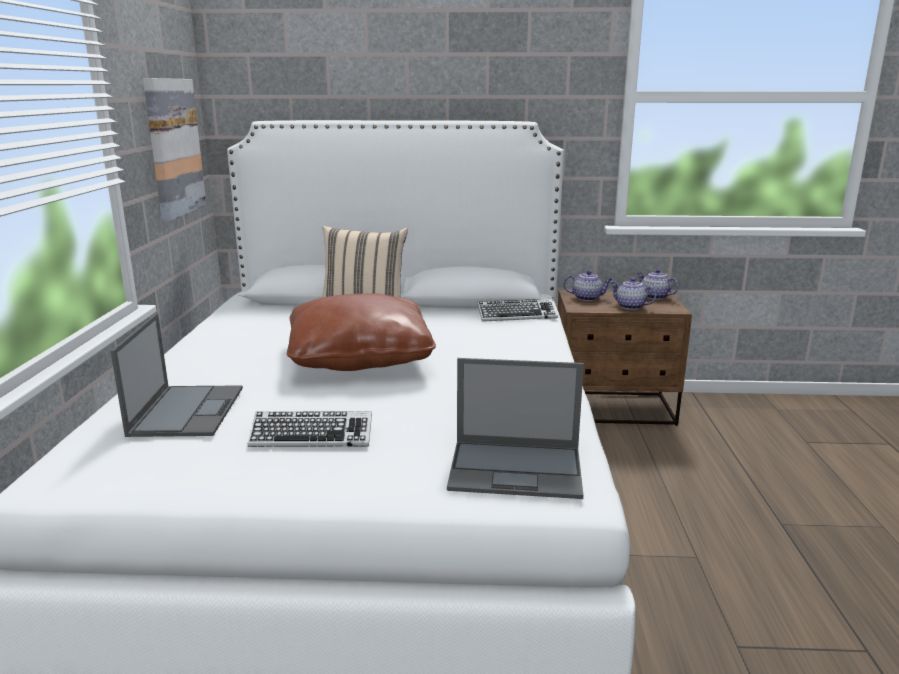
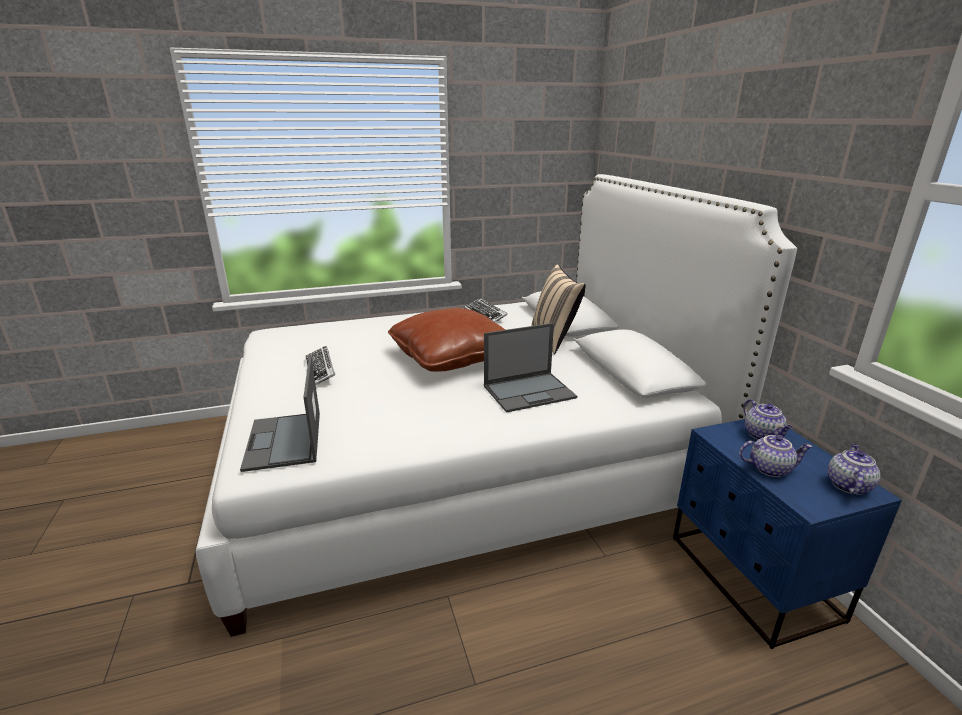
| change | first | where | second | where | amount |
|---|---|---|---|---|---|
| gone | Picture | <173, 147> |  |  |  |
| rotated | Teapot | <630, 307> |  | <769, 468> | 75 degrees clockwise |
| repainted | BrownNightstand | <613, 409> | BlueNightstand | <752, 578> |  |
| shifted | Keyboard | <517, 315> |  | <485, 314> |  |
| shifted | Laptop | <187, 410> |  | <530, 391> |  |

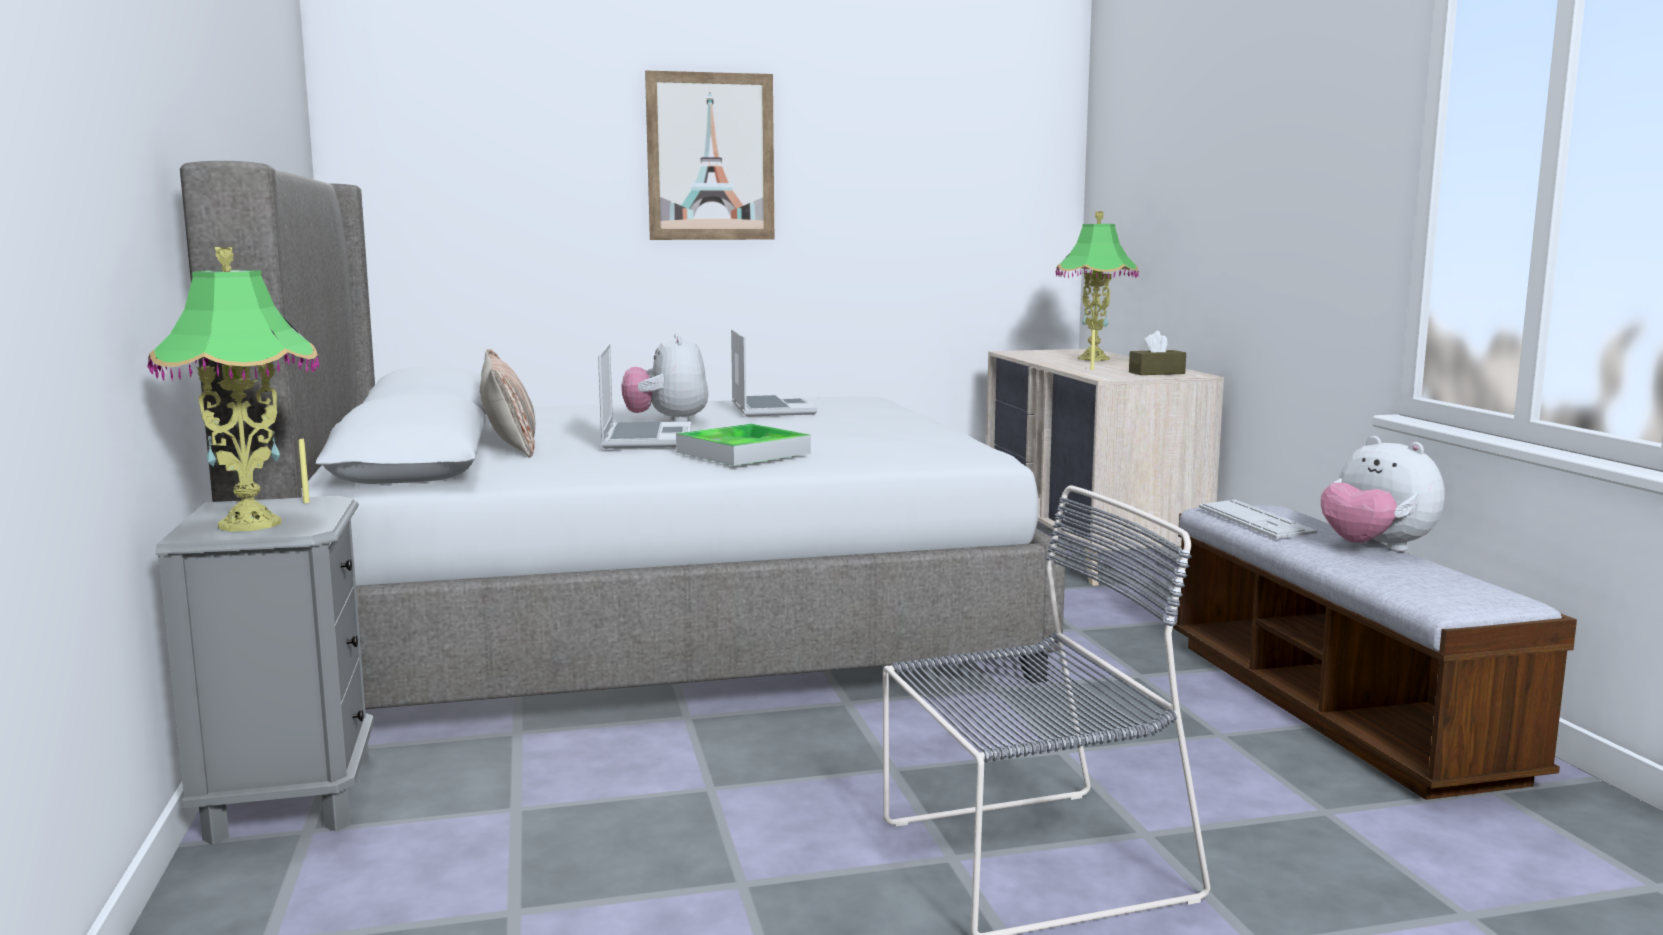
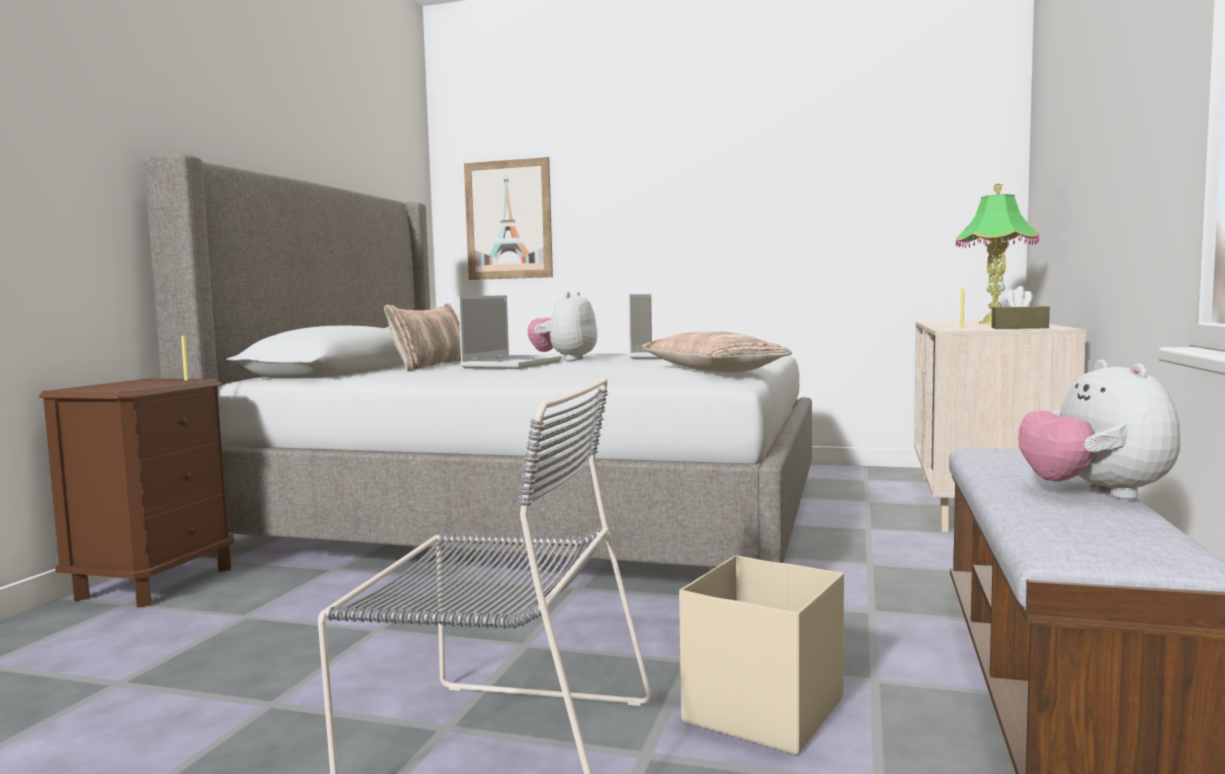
| change | first | where | second | where | amount |
|---|---|---|---|---|---|
| shifted | Picture | <710, 157> |  | <508, 220> |  |
| gone | TableLamp | <250, 524> |  |  |  |
| gone | Tray | <743, 452> |  |  |  |
| repainted | GreyNightstand | <288, 798> | BrownNightstand | <155, 583> |  |
| gone | Keyboard | <1255, 521> |  |  |  |
| new |  |  | Pillow | <710, 370> |  |
| new |  |  | BeigeStorageBox | <761, 711> |  |

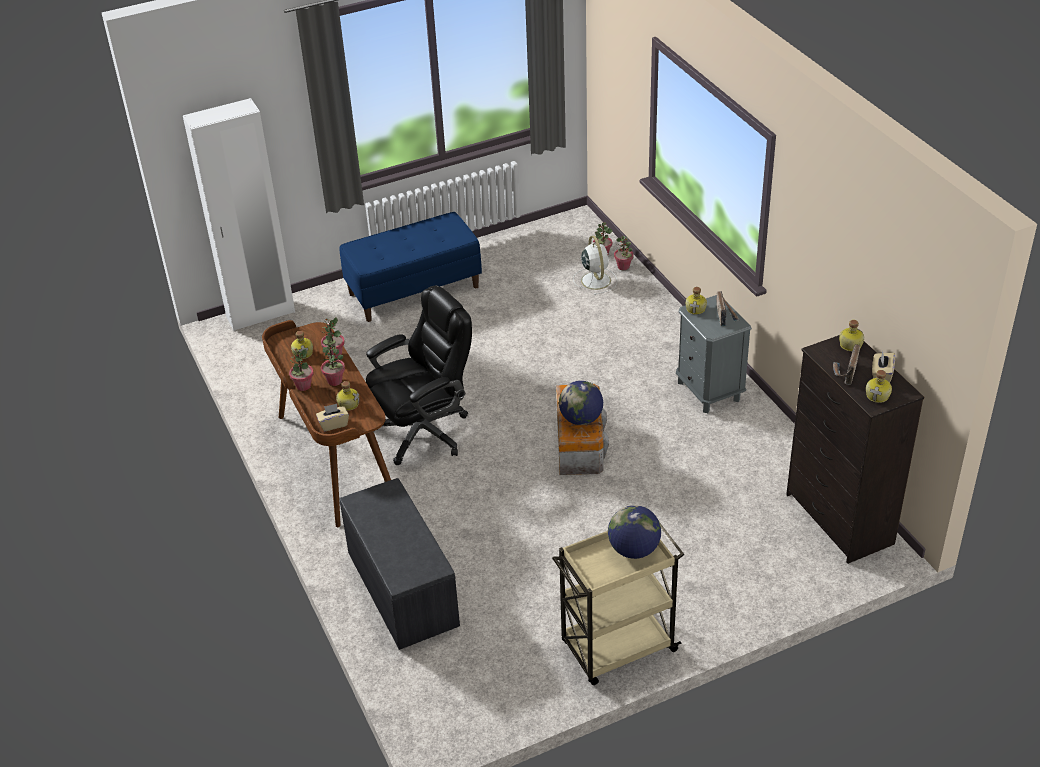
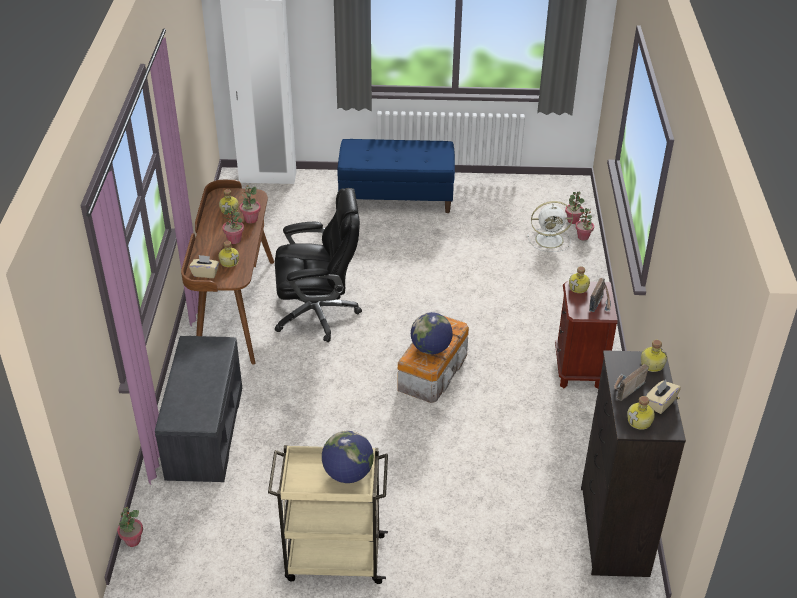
| change | first | where | second | where | amount |
|---|---|---|---|---|---|
| rotated | WhiteFan | <595, 280> |  | <550, 240> | 75 degrees clockwise |
| repainted | GreyNightstand | <709, 391> | BrownNightstand | <579, 369> |  |
| shifted | PottedPlant | <303, 386> |  | <132, 540> |  |

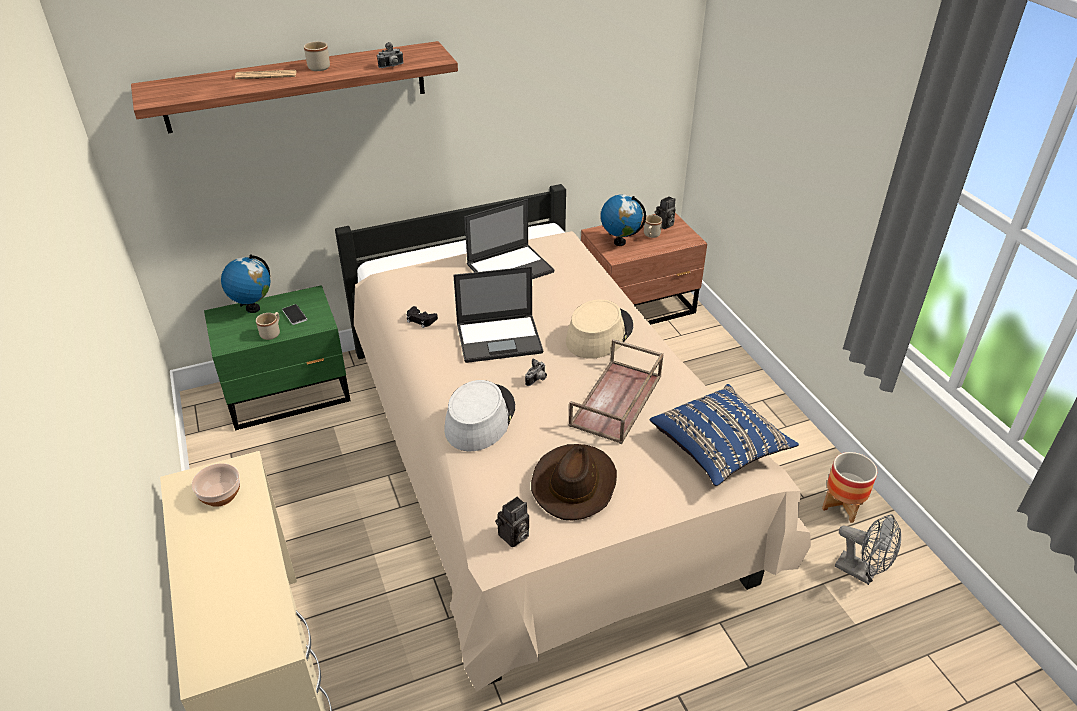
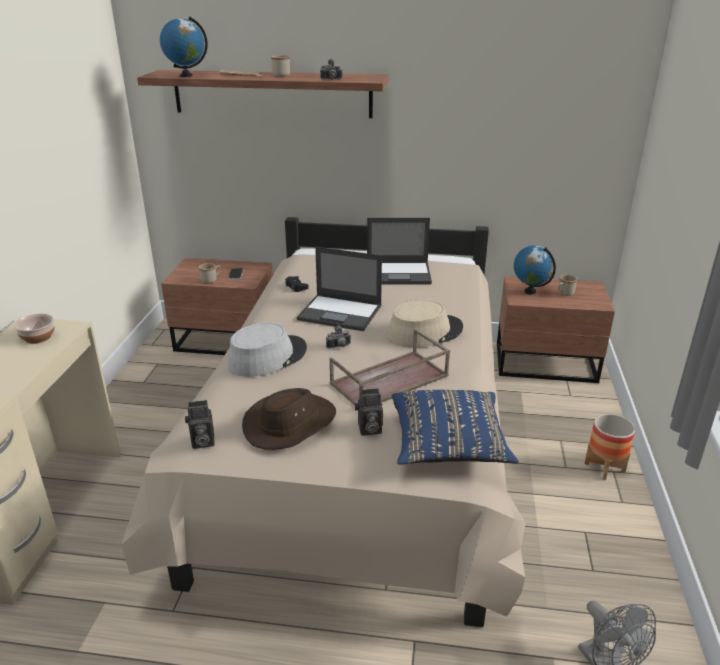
| change | first | where | second | where | amount |
|---|---|---|---|---|---|
| shifted | PhotoCamera | <664, 225> |  | <368, 429> |  |
| shifted | Globe | <253, 308> |  | <186, 76> |  |
| repainted | GreenNightstand | <290, 394> | BrownNightstand | <227, 341> |  |
| shifted | Planter | <842, 506> |  | <604, 467> |  |

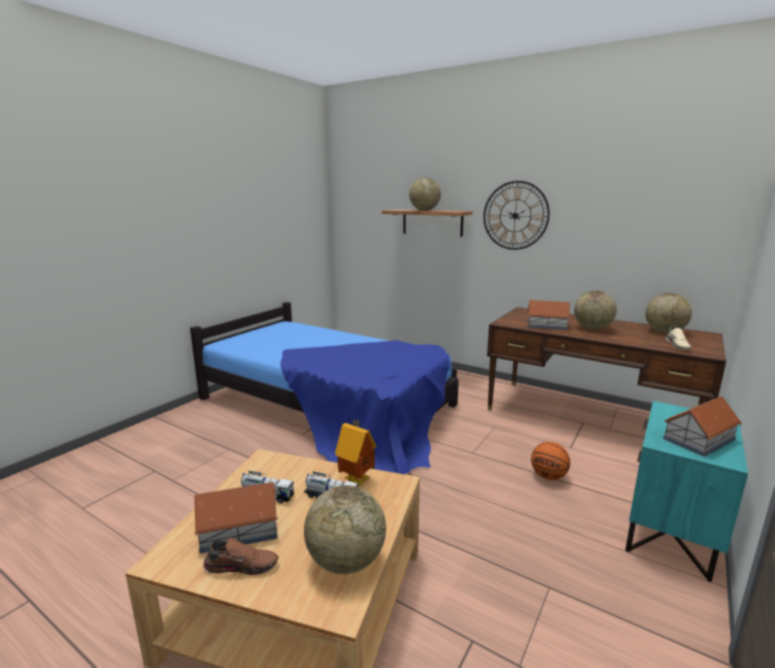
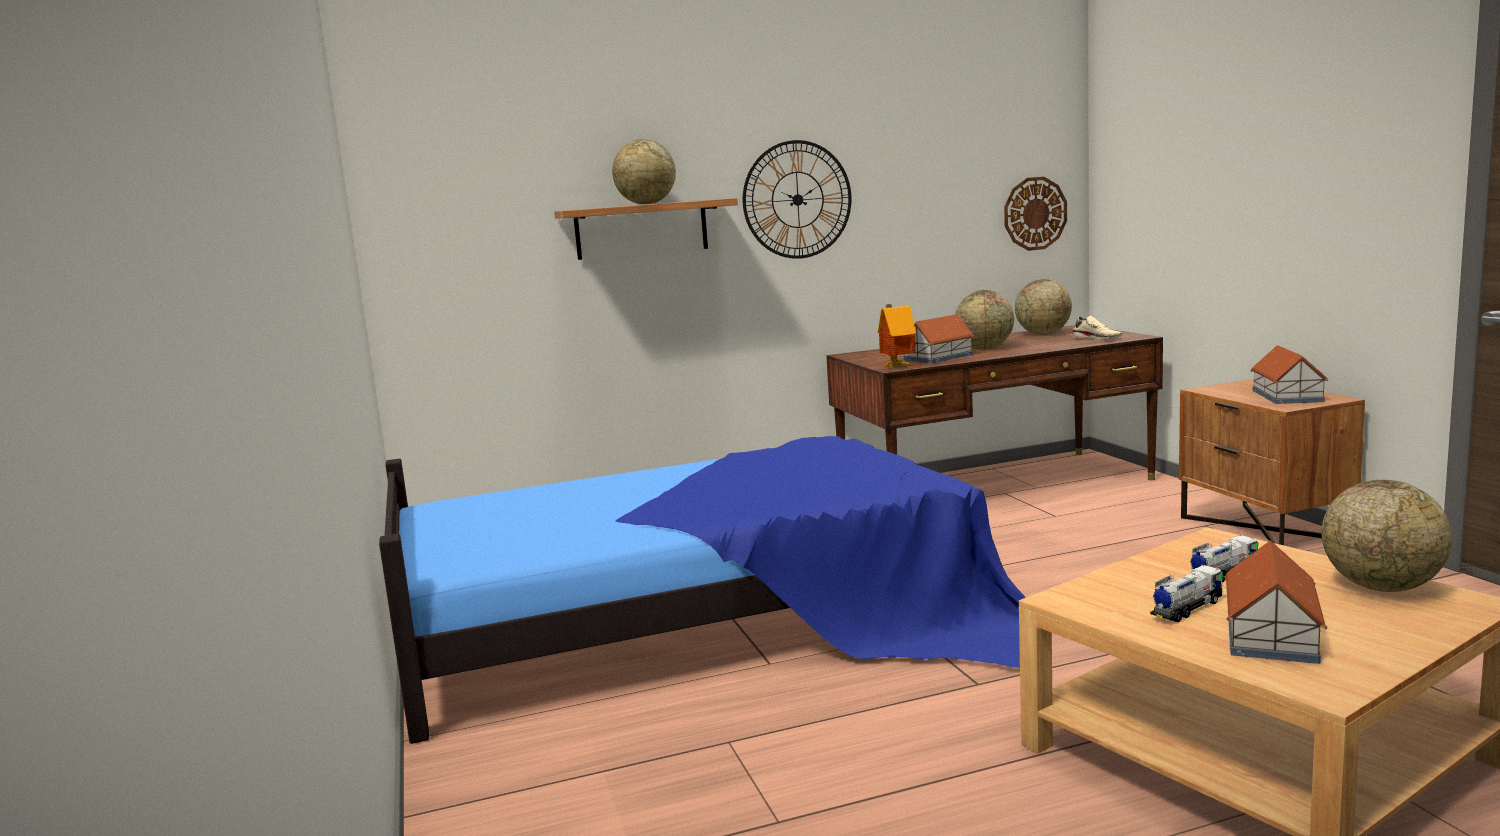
| change | first | where | second | where | amount |
|---|---|---|---|---|---|
| repainted | TurquoiseNightstand | <671, 531> | BrownNightstand | <1263, 529> |  |
| shifted | ToyHouse | <357, 479> |  | <896, 366> |  |
| gone | Basketball | <548, 476> |  |  |  |
| gone | BrownShoe | <242, 565> |  |  |  |
| new |  |  | WallClock | <1035, 213> |  |

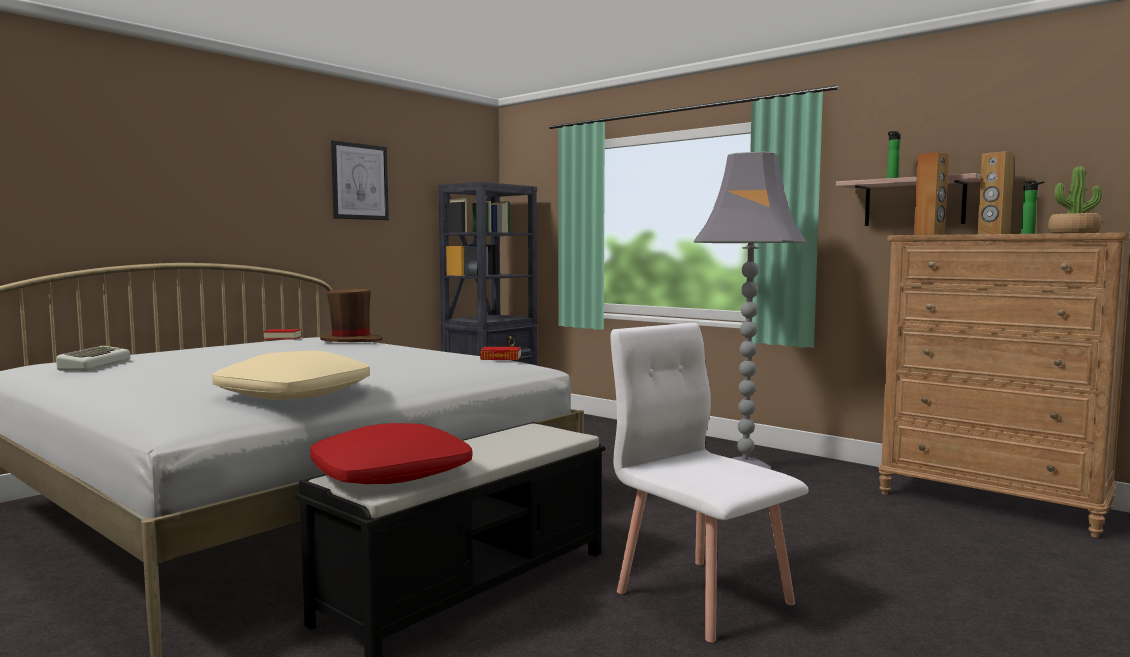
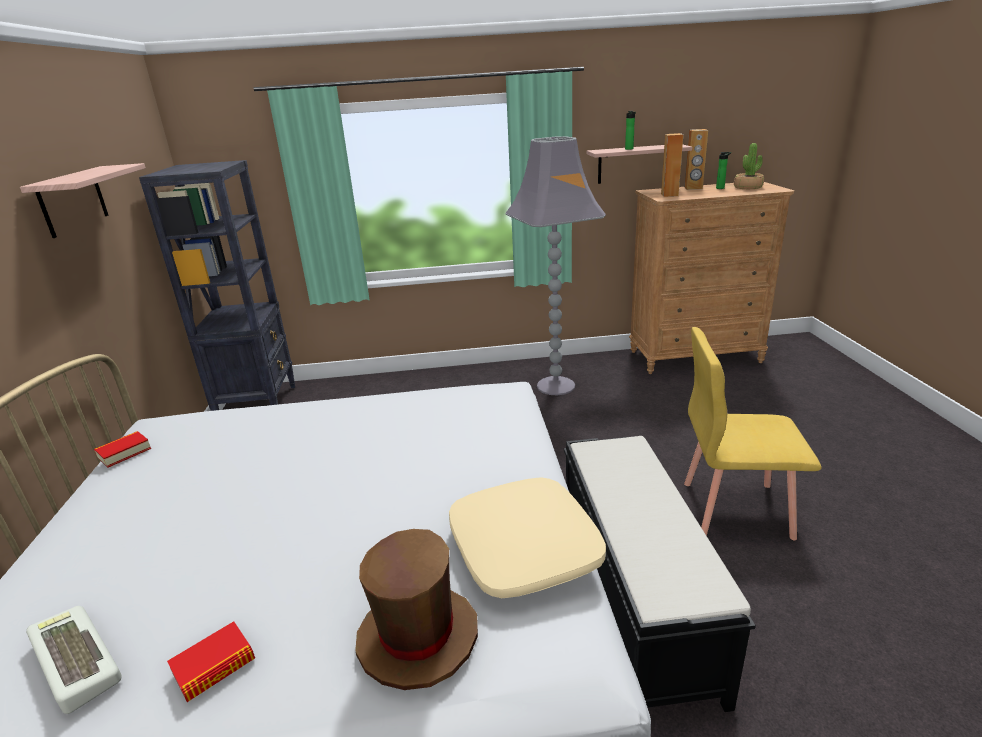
| change | first | where | second | where | amount |
|---|---|---|---|---|---|
| swapped | Picture | <359, 181> | Shelf | <73, 201> |  |
| shifted | BrownHat | <351, 340> |  | <418, 637> |  |
| repainted | WhiteChair | <703, 596> | YellowChair | <734, 509> |  |
| shifted | Book | <501, 358> |  | <214, 666> |  |
| gone | RedPillow | <391, 474> |  |  |  |

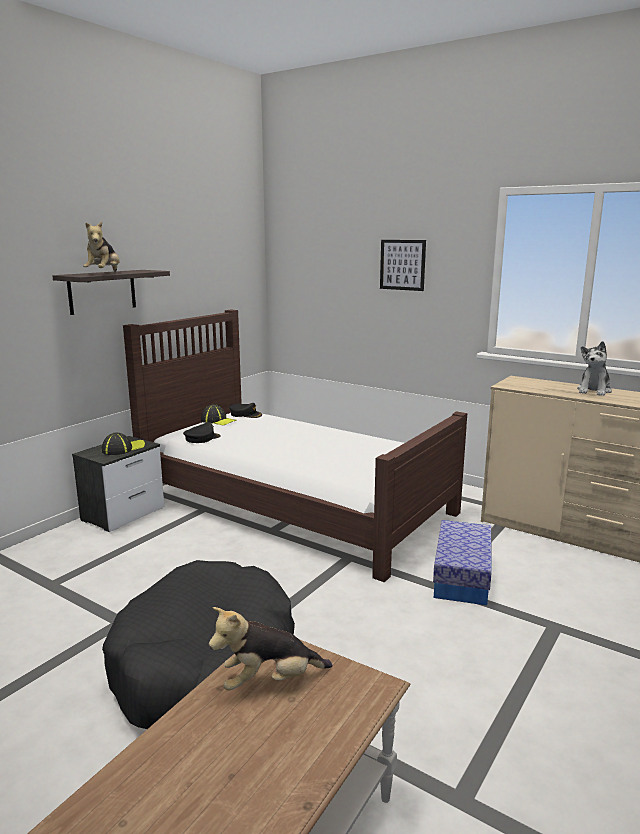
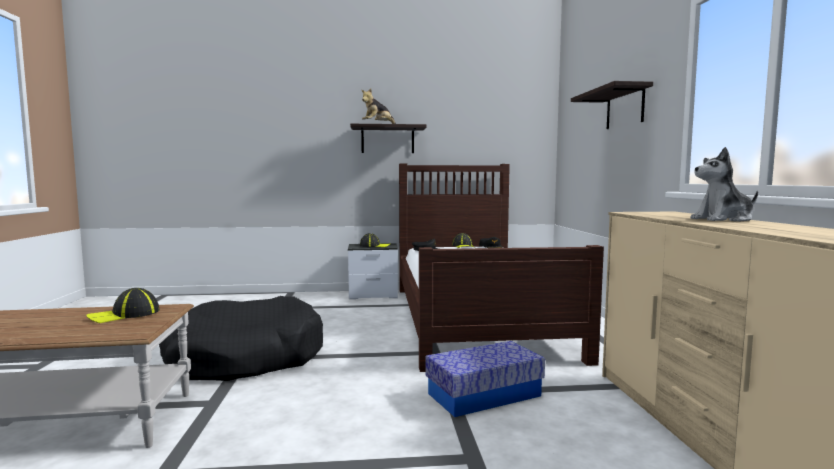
| change | first | where | second | where | amount |
|---|---|---|---|---|---|
| swapped | Picture | <402, 265> | Shelf | <625, 108> |  |
| swapped | PlushToy | <269, 682> | Cap | <125, 315> |  |

